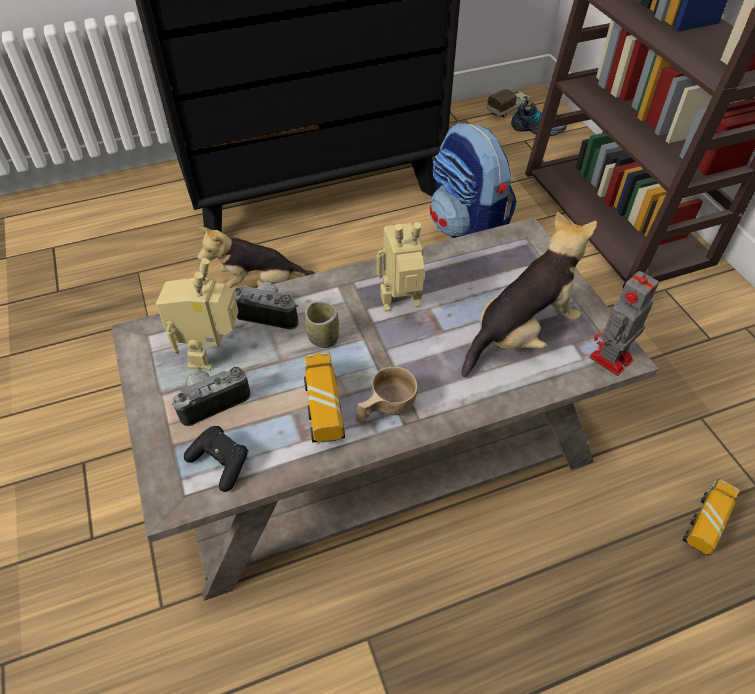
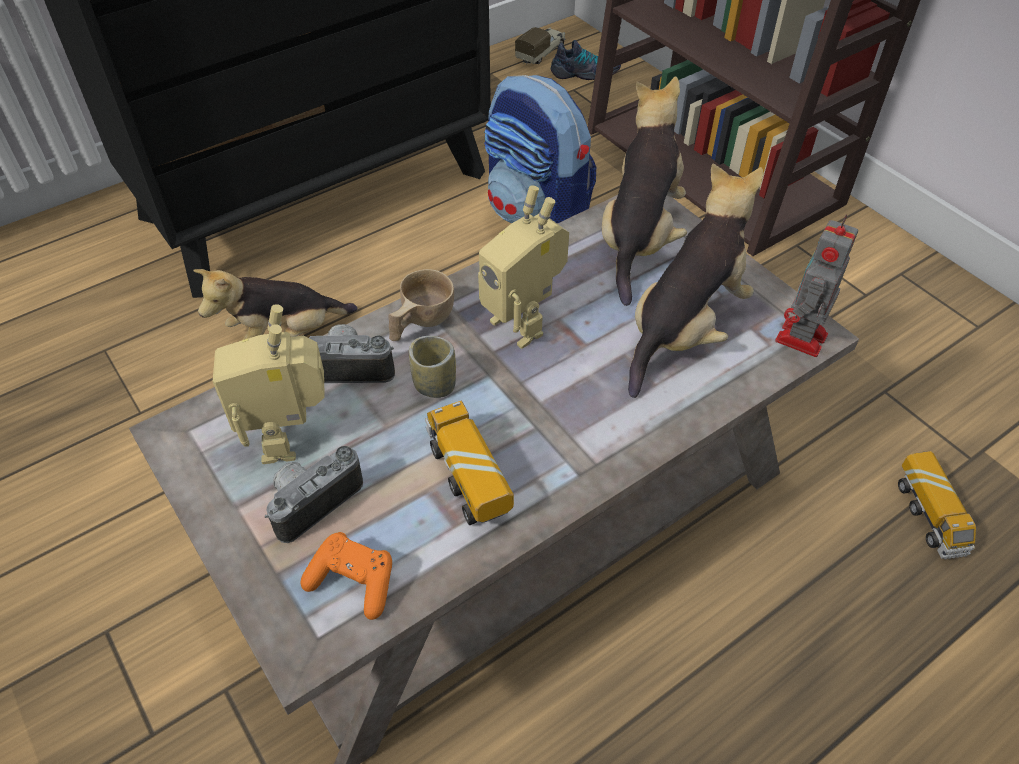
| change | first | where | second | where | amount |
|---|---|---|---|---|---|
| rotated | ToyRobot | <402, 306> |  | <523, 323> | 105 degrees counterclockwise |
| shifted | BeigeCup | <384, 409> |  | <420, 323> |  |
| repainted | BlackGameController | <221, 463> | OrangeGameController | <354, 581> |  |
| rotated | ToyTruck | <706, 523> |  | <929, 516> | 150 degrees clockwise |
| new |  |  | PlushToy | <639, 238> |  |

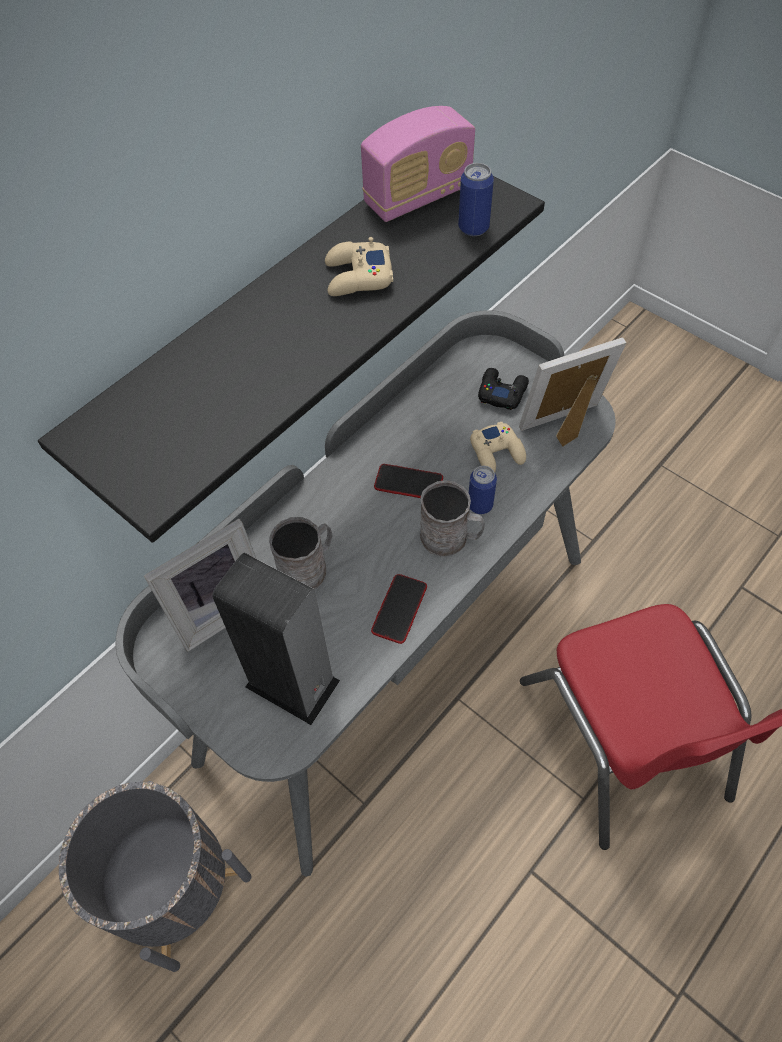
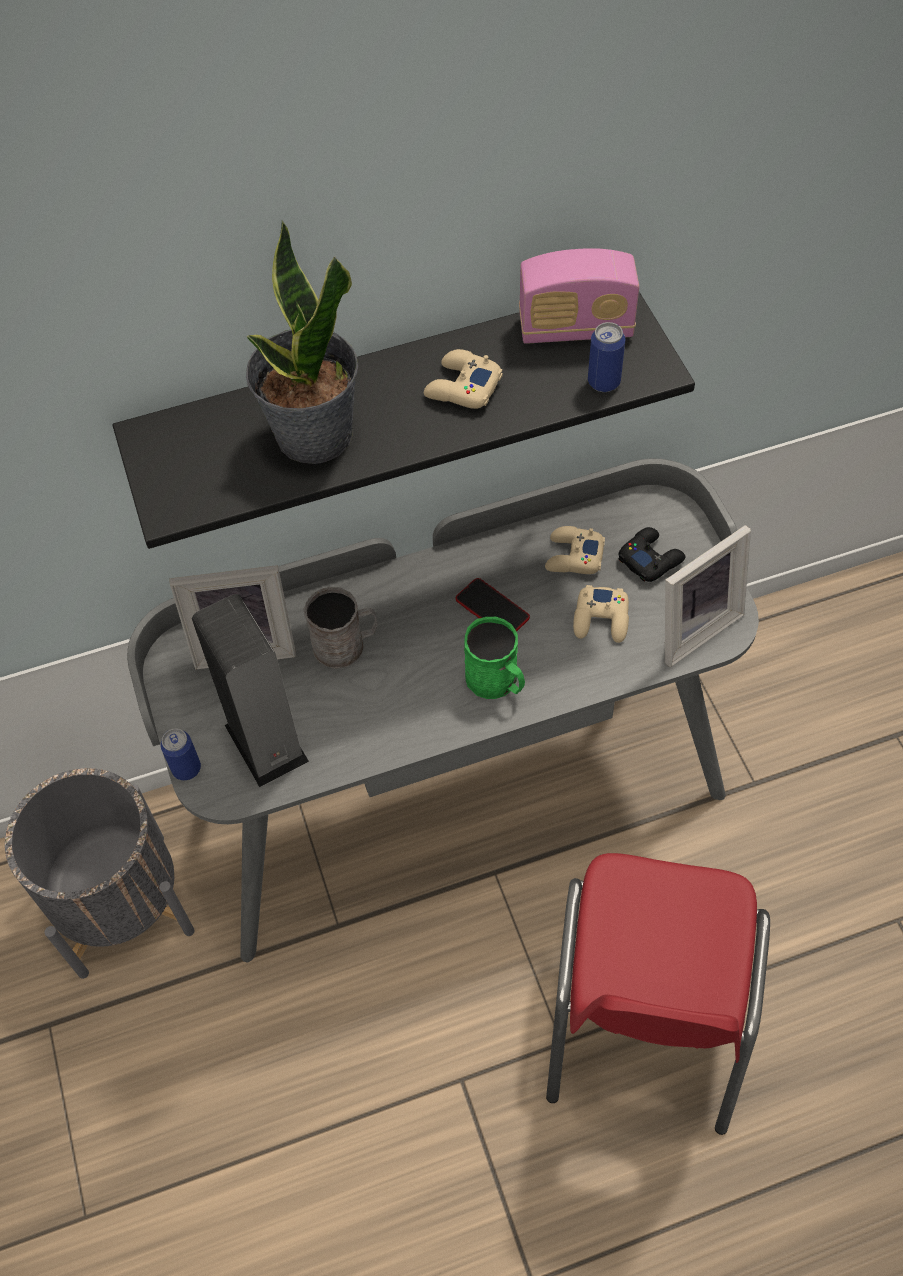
| change | first | where | second | where | amount |
|---|---|---|---|---|---|
| rotated | PictureFrame | <565, 427> |  | <691, 626> | 135 degrees clockwise |
| shifted | Can | <480, 505> |  | <186, 768> |  |
| repainted | GreyMug | <450, 538> | GreenMug | <497, 681> |  |
| gone | Phone | <399, 609> |  |  |  |
| new |  |  | PottedPlant | <313, 436> |  |
| new |  |  | BeigeGameController | <573, 556> |  |

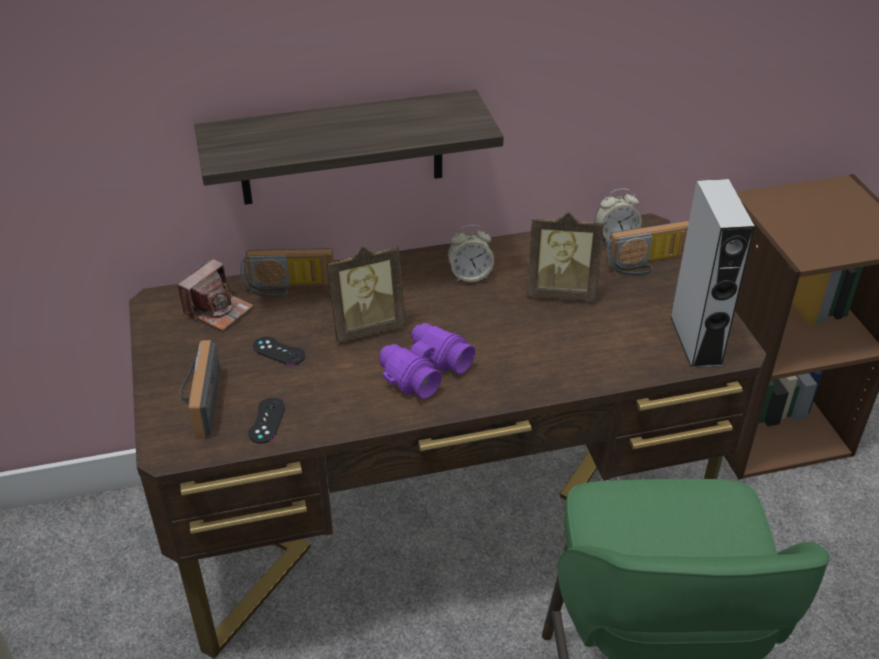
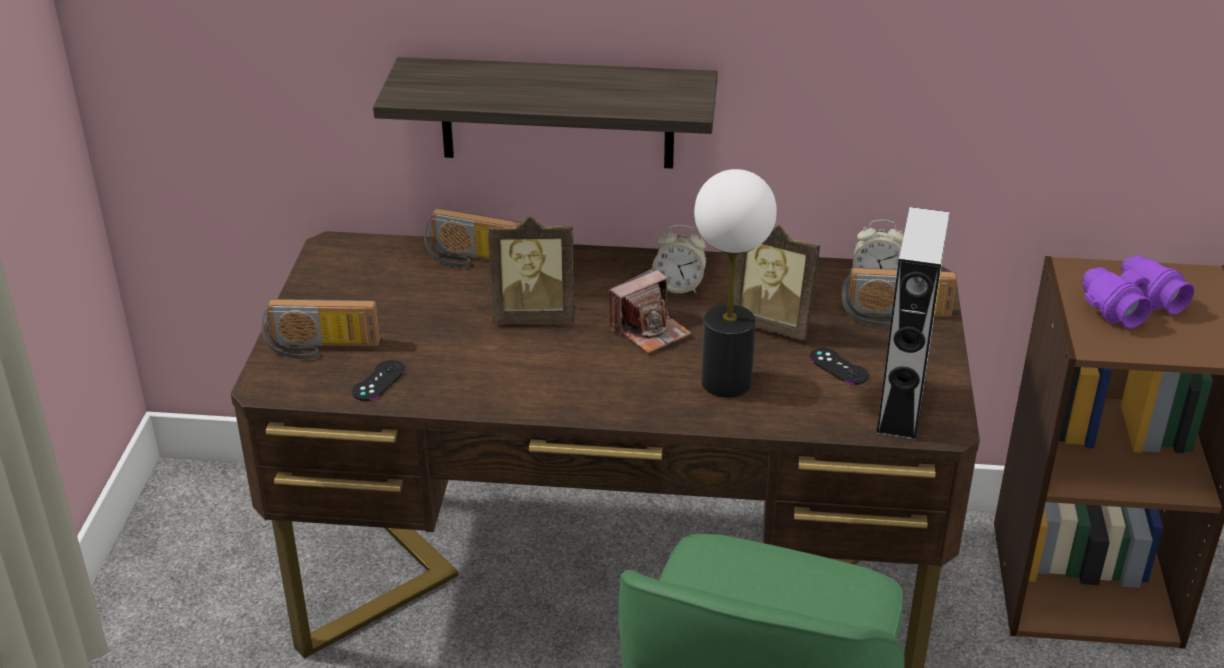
| change | first | where | second | where | amount |
|---|---|---|---|---|---|
| shifted | PhotoCamera | <218, 310> |  | <649, 330> |  |
| shifted | PurpleBinoculars | <423, 370> |  | <1129, 304> |  |
| shifted | BlackGameController | <278, 351> |  | <838, 366> |  |
| rotated | Radio | <198, 401> |  | <321, 348> | 105 degrees counterclockwise |
| new |  |  | TableLamp | <726, 383> |  |

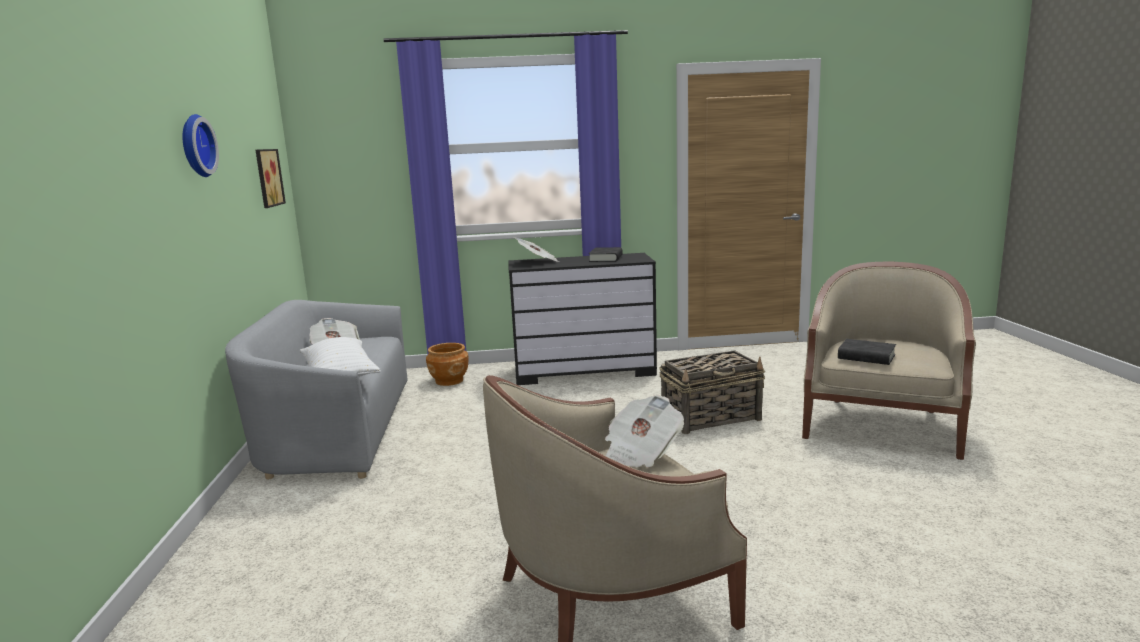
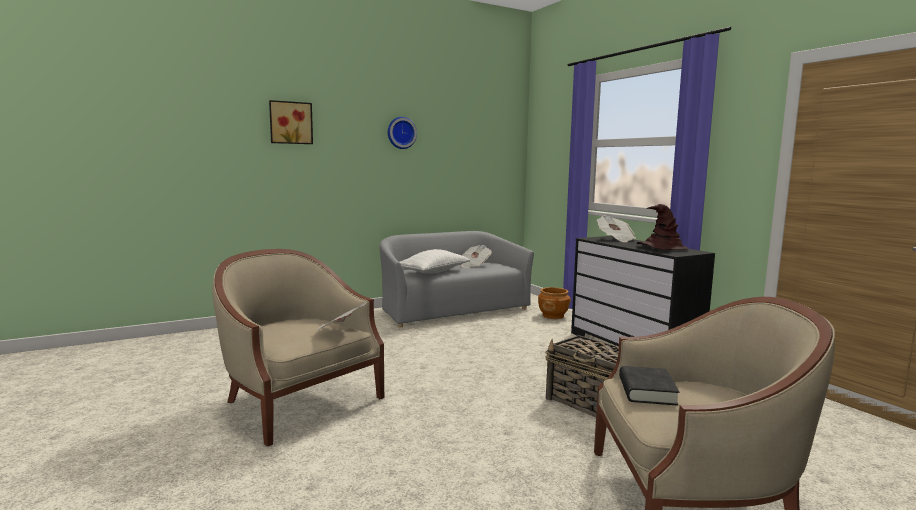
| change | first | where | second | where | amount |
|---|---|---|---|---|---|
| shifted | Picture | <266, 178> |  | <290, 123> |  |
| swapped | BlackBook | <606, 258> | BrownHat | <661, 248> |  |

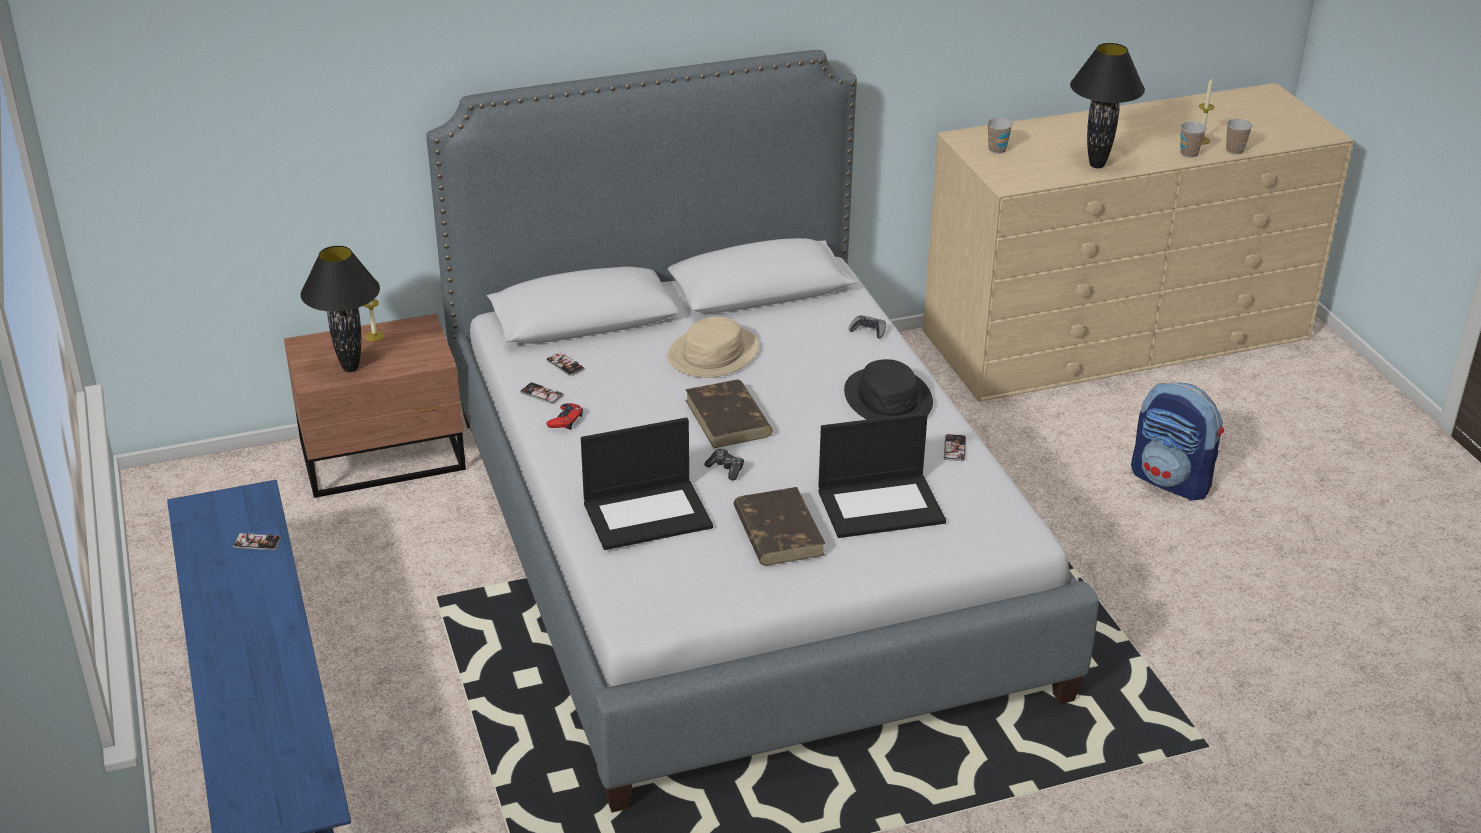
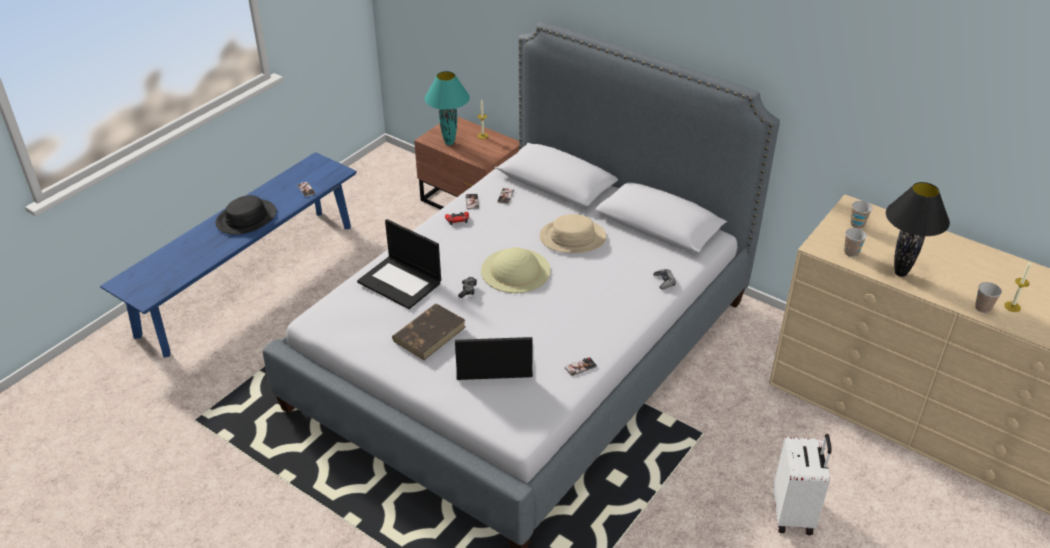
| change | first | where | second | where | amount |
|---|---|---|---|---|---|
| shifted | Cup | <1234, 150> |  | <851, 253> |  |
| repainted | BlackTableLamp | <350, 368> | TurquoiseTableLamp | <449, 143> |  |
| shifted | BlackHat | <888, 398> |  | <246, 218> |  |
| swapped | BrownBook | <728, 419> | BeigeHat | <515, 270> |  |
| swapped | Backpack | <1172, 481> | WhiteSuitcase | <794, 514> |  |
| rotated | Laptop | <881, 505> |  | <493, 362> | 135 degrees clockwise |

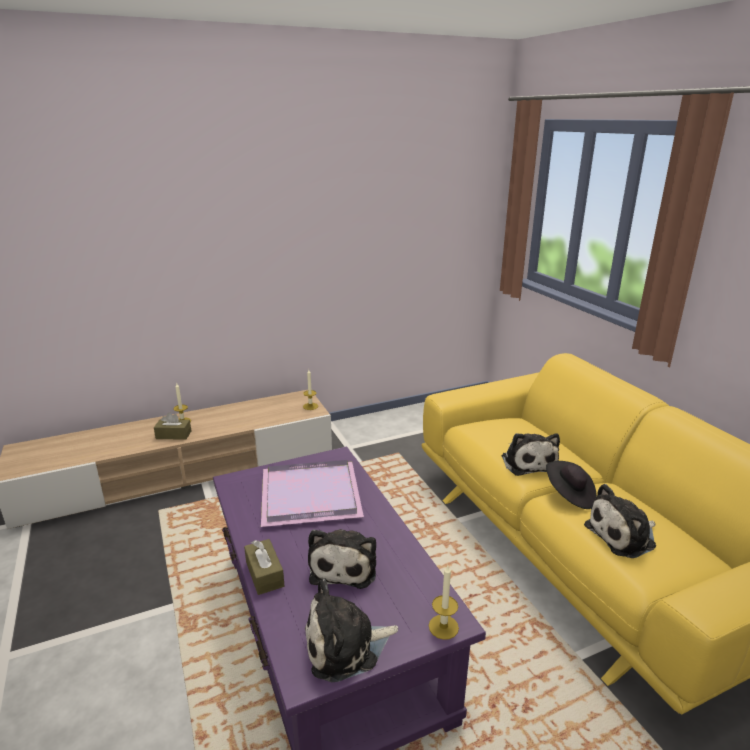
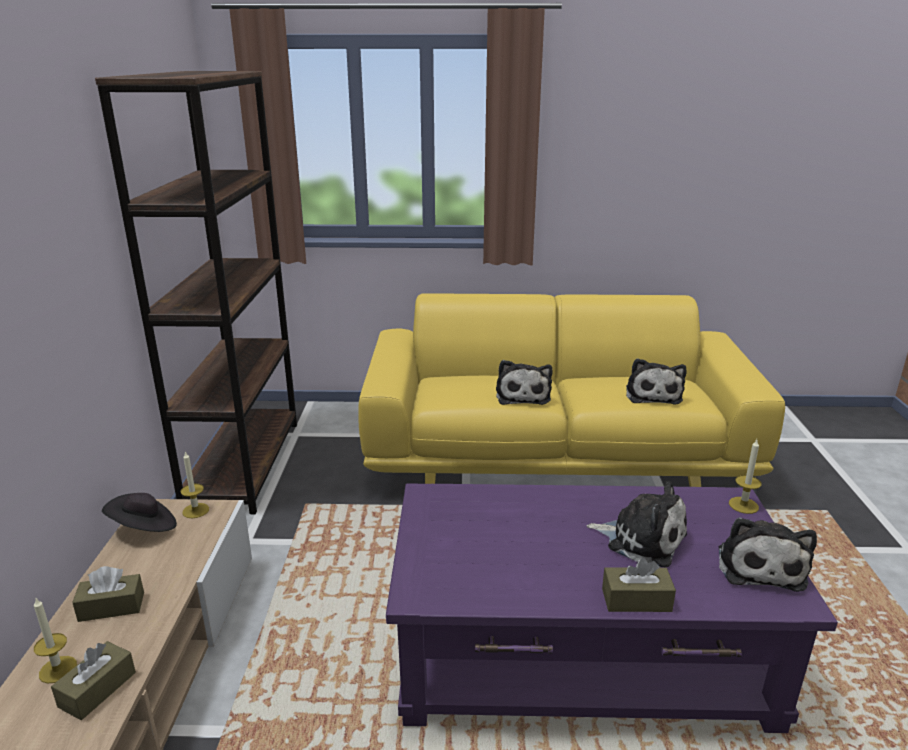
| change | first | where | second | where | amount |
|---|---|---|---|---|---|
| rotated | PlushToy | <527, 462> |  | <522, 395> | 75 degrees clockwise |
| gone | PurpleTray | <312, 494> |  |  |  |
| shifted | BlackHat | <569, 495> |  | <144, 528> |  |
| new |  |  | BrownBookcase | <244, 464> |  |
| new |  |  | BrownTissueBox | <111, 607> |  |

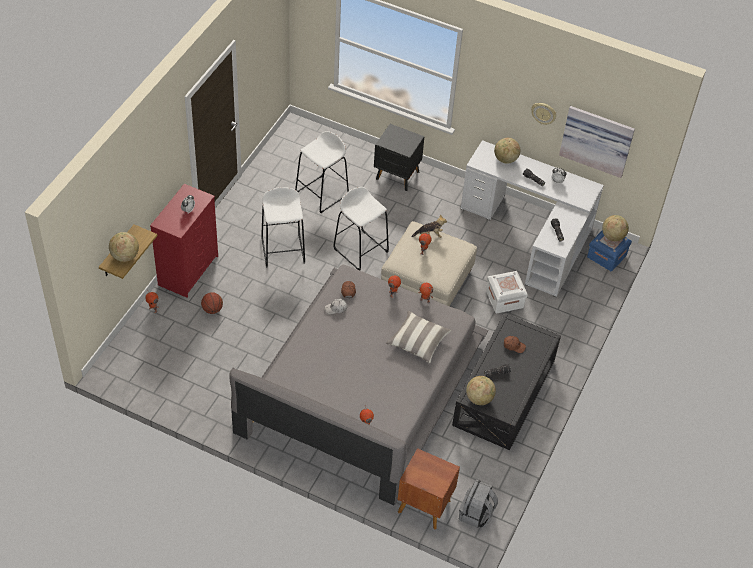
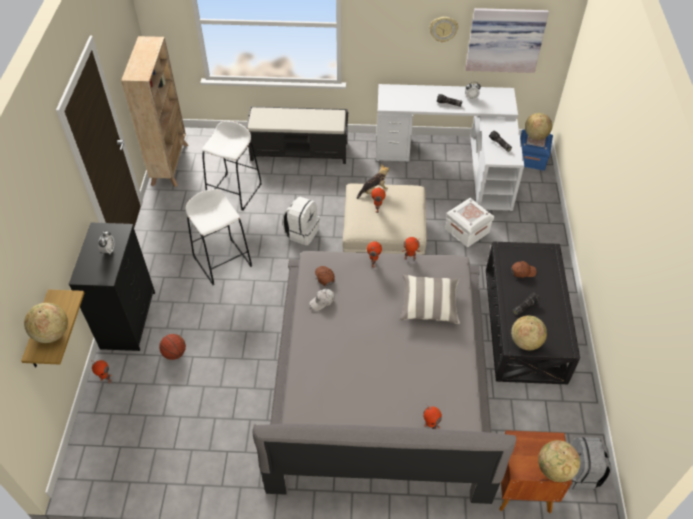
| change | first | where | second | where | amount |
|---|---|---|---|---|---|
| swapped | BlackNightstand | <397, 176> | BlackBench | <300, 151> |  |
| shifted | Globe | <505, 159> |  | <554, 469> |  |
| repainted | RedDresser | <188, 270> | BlackDresser | <128, 319> |  |
| swapped | WhiteStool | <361, 250> | WhiteBackpack | <302, 232> |  |
| new |  |  | BeigeBookcase | <170, 164> |  |

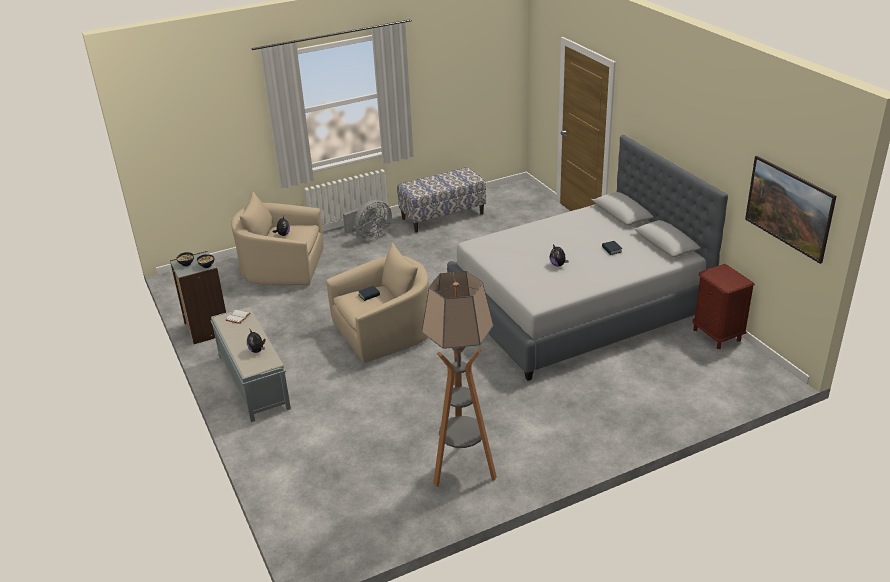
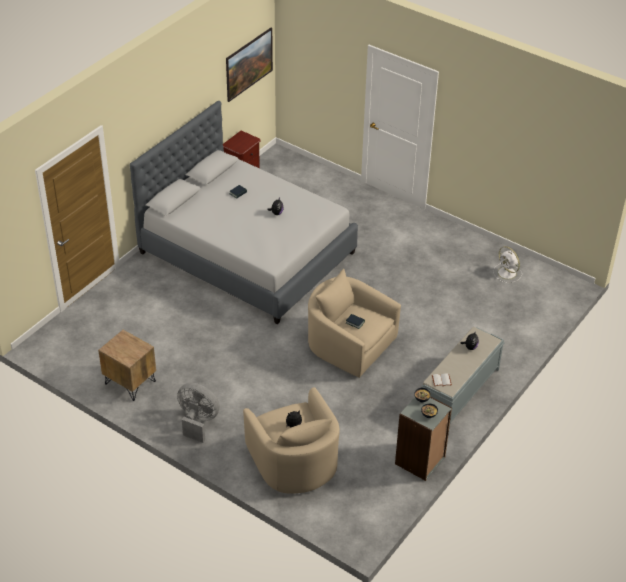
| change | first | where | second | where | amount |
|---|---|---|---|---|---|
| swapped | Bench | <442, 216> | BrownNightstand | <130, 383> |  |
| gone | FloorLamp | <463, 469> |  |  |  |
| new |  |  | WhiteFan | <507, 273> |  |

